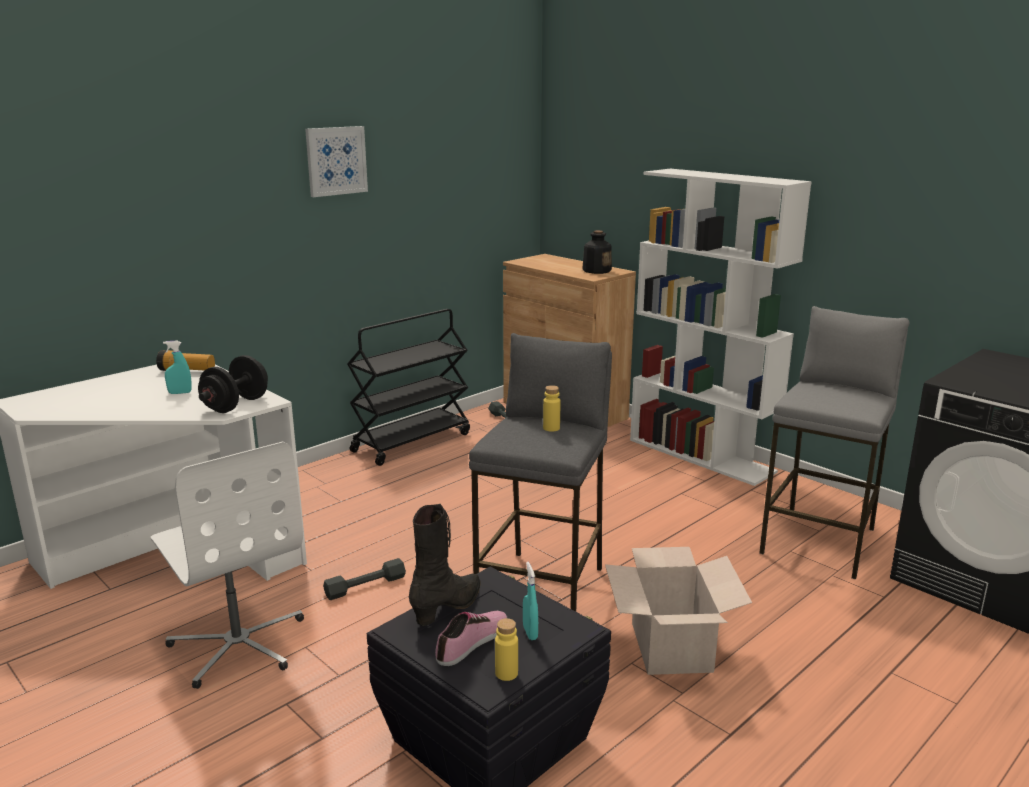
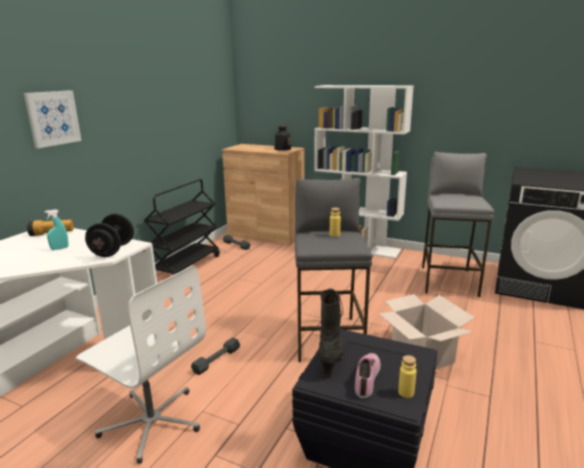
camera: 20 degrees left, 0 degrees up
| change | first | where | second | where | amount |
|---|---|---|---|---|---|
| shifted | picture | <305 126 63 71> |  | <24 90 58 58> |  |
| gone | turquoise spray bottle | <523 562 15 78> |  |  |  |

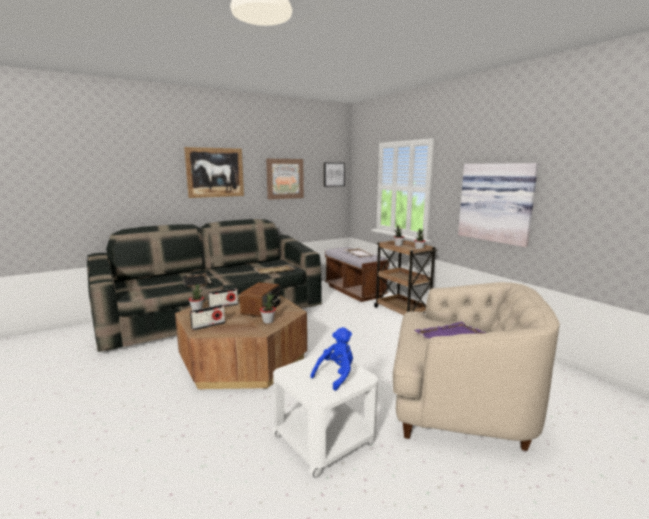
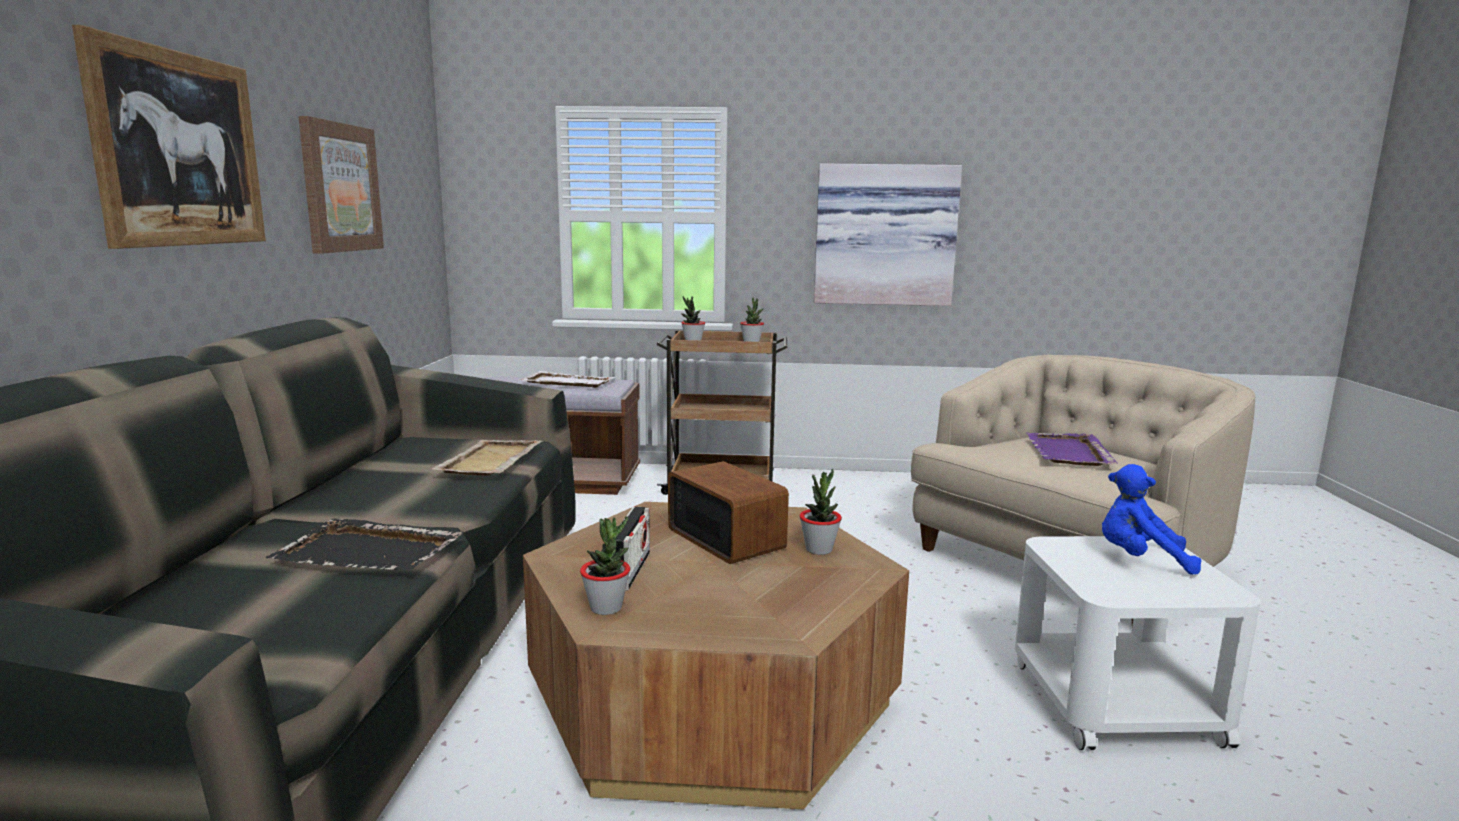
camera: 55 degrees left, 0 degrees up
| change | first | where | second | where | amount |
|---|---|---|---|---|---|
| rotated | blue plush toy | <310 327 43 64> |  | <1102 464 99 111> | 60 degrees counterclockwise |
| gone | radio | <190 305 35 26> |  |  |  |
| gone | picture | <324 163 21 24> |  |  |  |

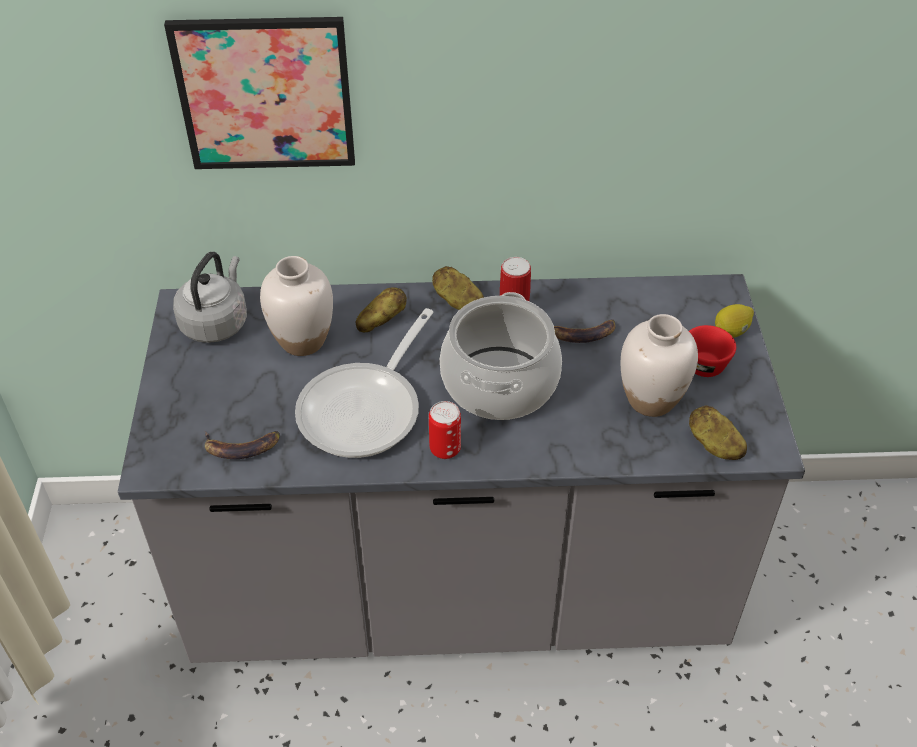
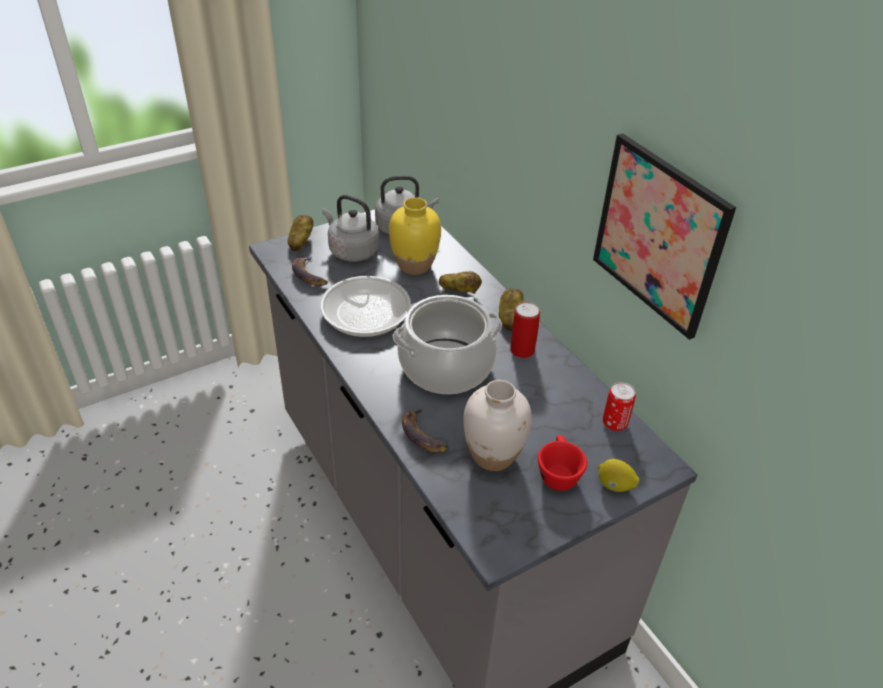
camera: 60 degrees right, 5 degrees down
| change | first | where | second | where | amount |
|---|---|---|---|---|---|
| shifted | potato | <689 405 58 55> |  | <288 215 25 36> |  |
| new |  |  | grey kettle | <322 195 57 67> |  |
| repainted | white vase | <260 256 73 100> | yellow vase | <389 197 52 78> |  |
| shifted | banana | <554 319 62 24> |  | <402 408 47 45> |  |
| shifted | picture | <164 17 191 152> |  | <593 133 143 207> |  |
| shifted | can | <429 401 32 58> |  | <603 382 33 49> |  |

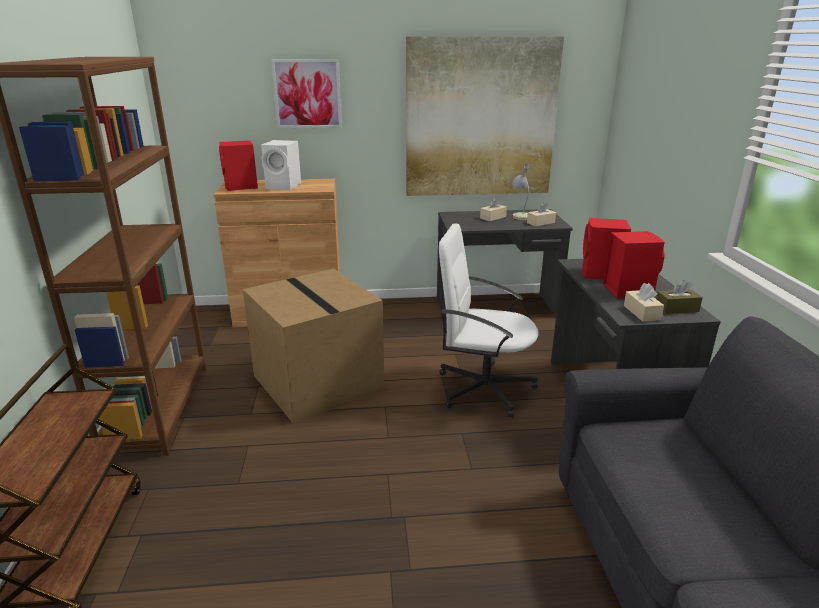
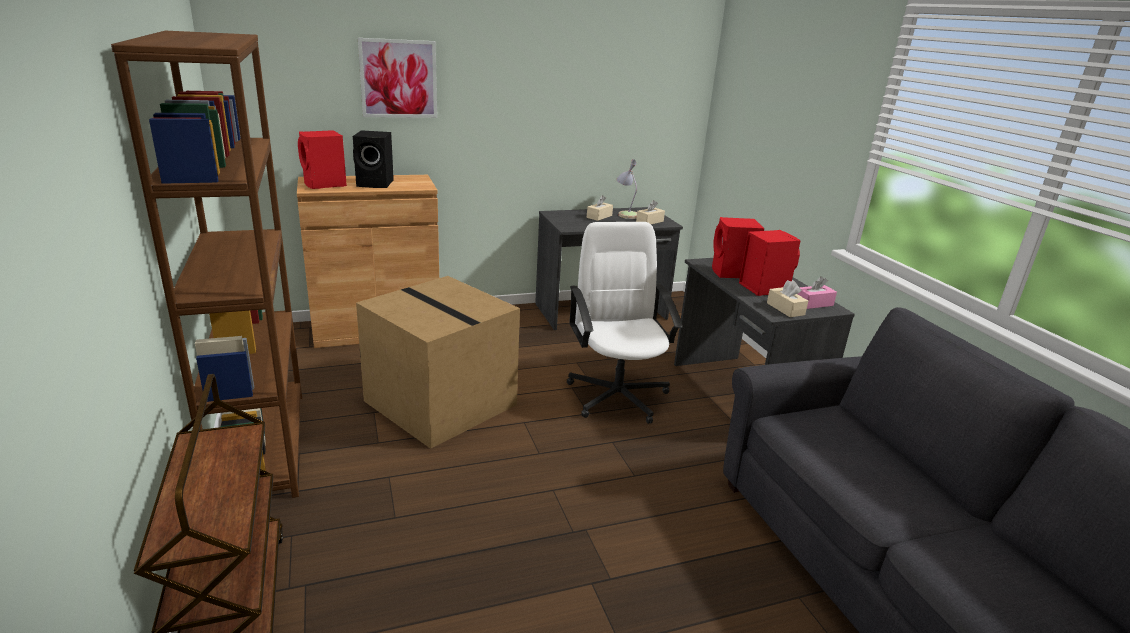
camera: 15 degrees left, 0 degrees up
| change | first | where | second | where | amount |
|---|---|---|---|---|---|
| repainted | white speaker | <261 140 40 50> | black speaker | <353 130 41 58> |  |
| rotated | white office chair | <439 223 100 195> |  | <567 222 116 202> | 75 degrees clockwise |
| repainted | brown tissue box | <656 280 47 34> | pink tissue box | <798 276 39 33> |  |
| gone | picture | <406 36 158 160> |  |  |  |

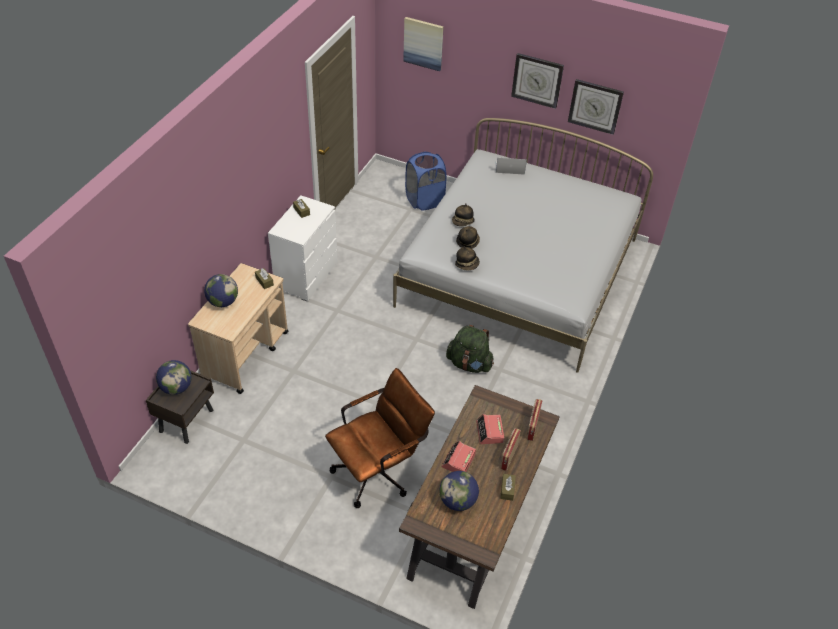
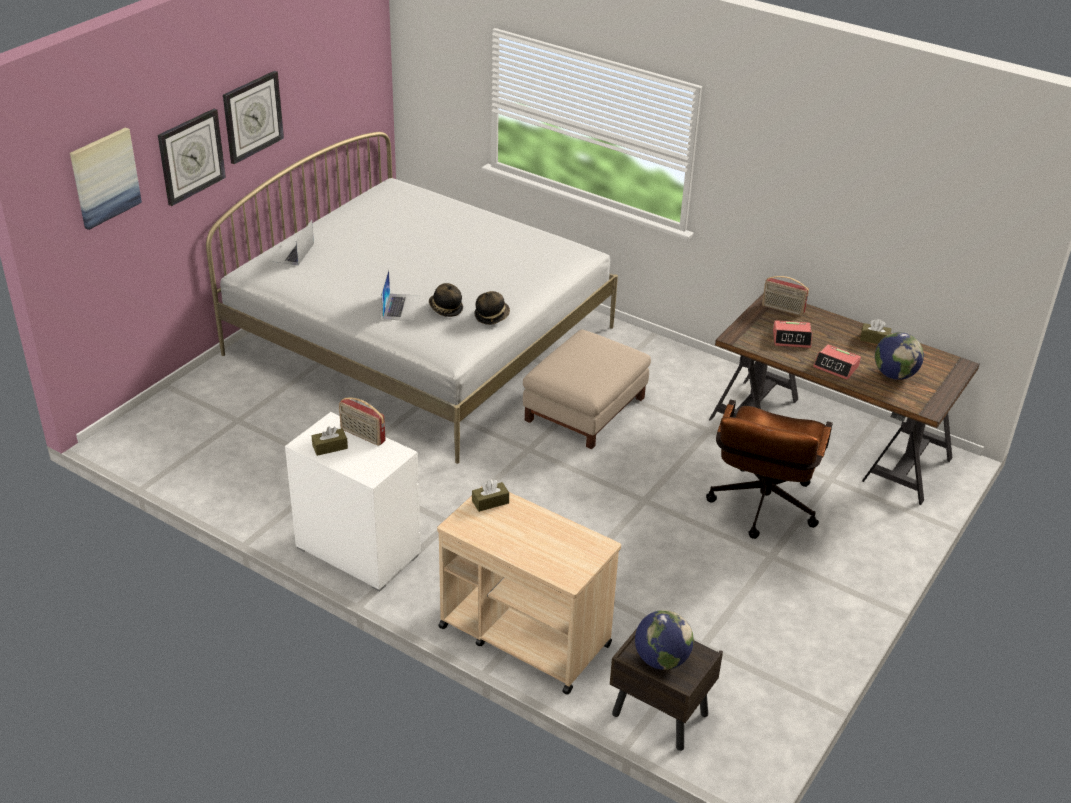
camera: 80 degrees left, 10 degrees down
| change | first | where | second | where | amount |
|---|---|---|---|---|---|
| shifted | wall clock | <568 79 56 56> |  | <158 109 68 97> |  |
| shifted | radio | <500 428 21 43> |  | <339 397 47 49> |  |
| swapped | hat | <452 203 23 23> | laptop | <381 269 40 52> |  |
| swapped | green backpack | <446 325 48 48> | beige ottoman | <523 330 128 119> |  |
| rotated | brown office chair | <325 368 110 140> |  | <706 399 127 140> | 135 degrees counterclockwise |
| gone | globe | <204 274 34 33> |  |  |  |
| gone | blue laundry basket | <405 152 42 59> |  |  |  |

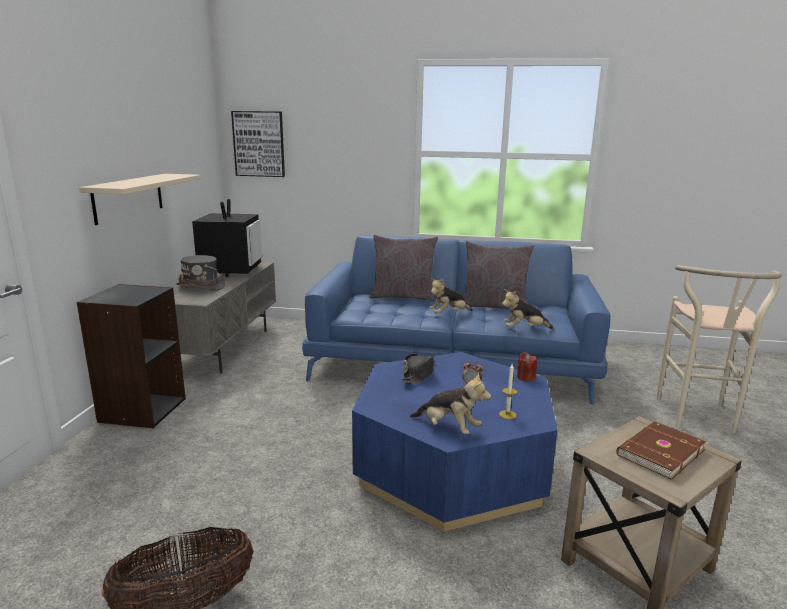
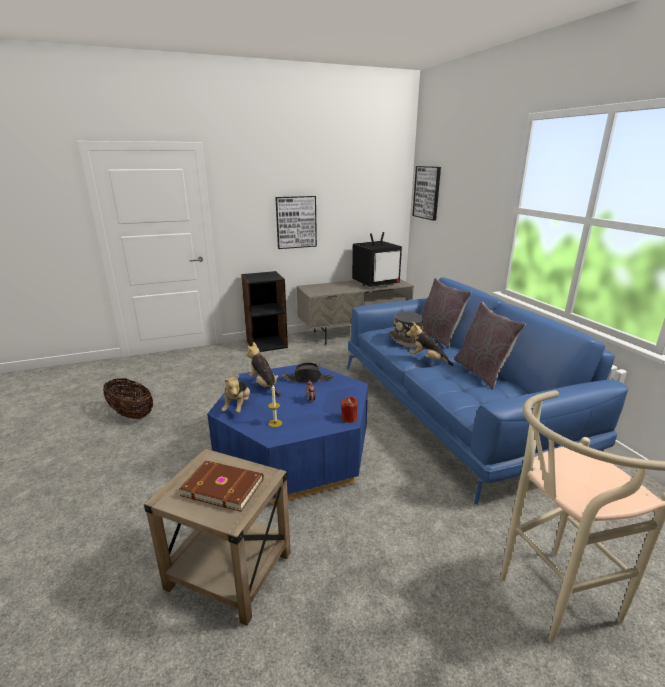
camera: 60 degrees right, 5 degrees up
| change | first | where | second | where | amount |
|---|---|---|---|---|---|
| shifted | plush toy | <502 289 51 40> |  | <246 342 35 55> |  |
| swapped | beige shelf | <79 174 122 51> | picture | <275 196 42 53> |  |
| shifted | grey hat | <176 255 49 36> |  | <389 312 38 37> |  |

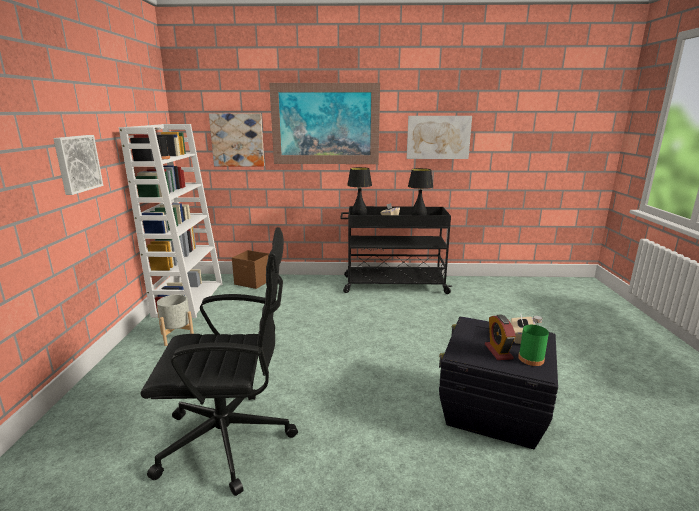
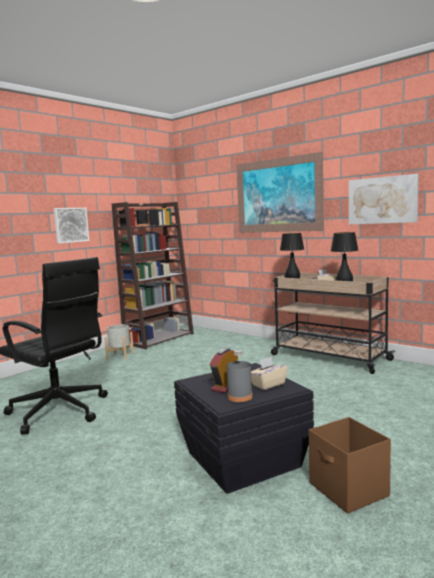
camera: 40 degrees right, 10 degrees down
| change | first | where | second | where | amount |
|---|---|---|---|---|---|
| repainted | white bookcase | <119 124 104 194> | brown bookcase | <112 202 82 147> |  |
| repainted | green bottle | <518 316 31 50> | grey bottle | <227 350 26 52> |  |
| repainted | black cart | <340 206 112 88> | beige cart | <271 272 124 102> |  |
| shifted | brown storage box | <232 250 37 39> |  | <309 417 82 97> |  |
| gone | picture | <209 113 56 54> |  |  |  |

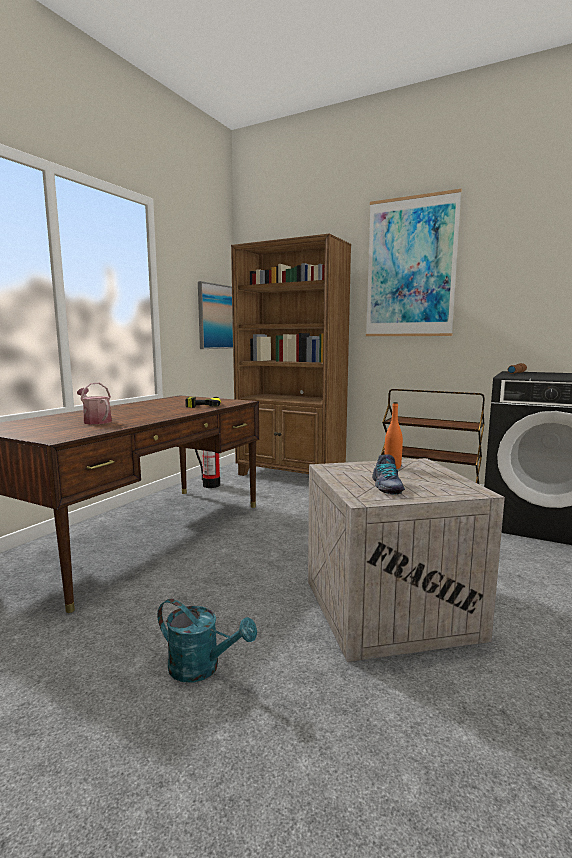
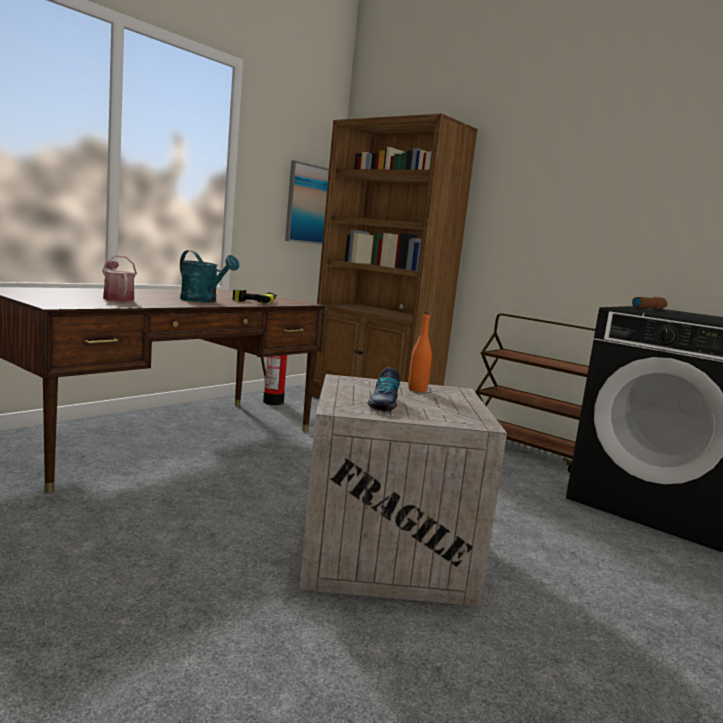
camera: 10 degrees right, 0 degrees up
| change | first | where | second | where | amount |
|---|---|---|---|---|---|
| shifted | turquoise watering can | <158 599 99 84> |  | <180 250 59 53> |  |
| gone | picture | <366 189 96 147> |  |  |  |

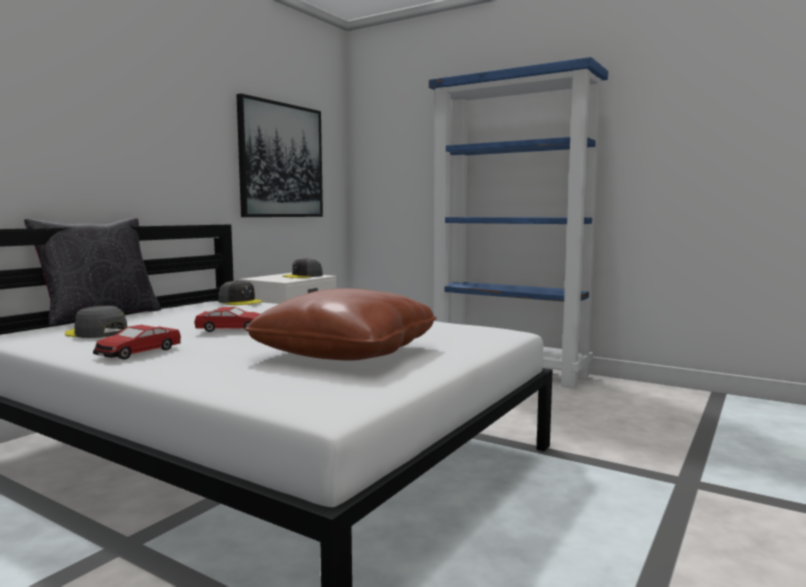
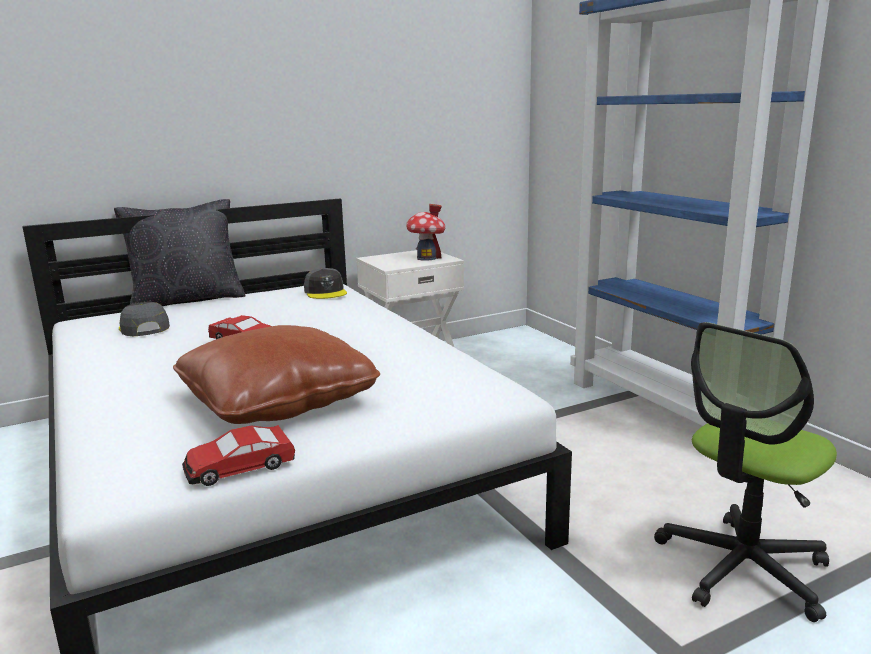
camera: 30 degrees right, 10 degrees up
| change | first | where | second | where | amount |
|---|---|---|---|---|---|
| shifted | toy car | <93 325 88 35> |  | <182 425 113 61> |  |
| swapped | grey cap | <283 258 40 20> | toy house | <406 204 40 57> |  |
| new |  |  | office chair | <654 322 183 300> |  |
| gone | picture | <236 93 87 124> |  |  |  |

